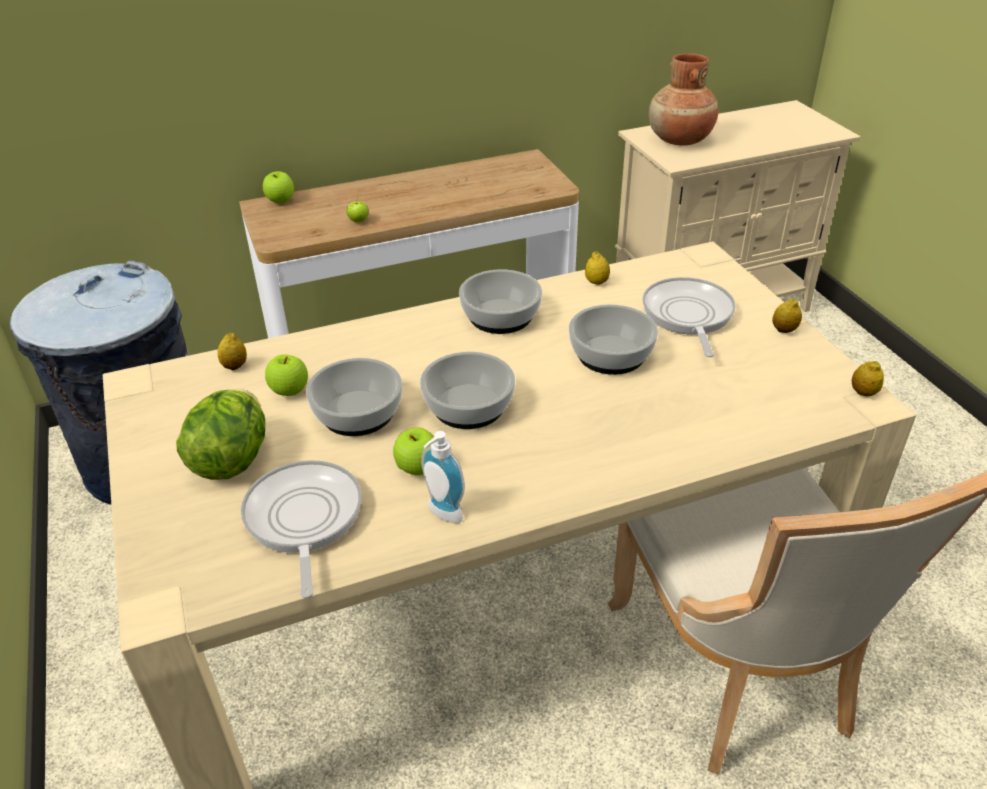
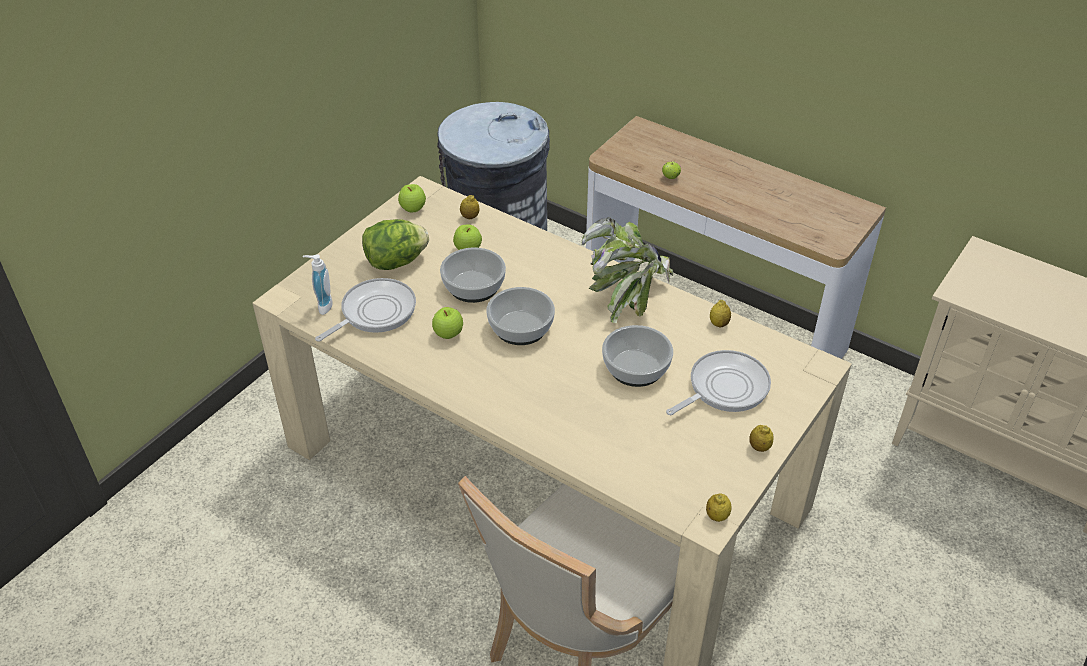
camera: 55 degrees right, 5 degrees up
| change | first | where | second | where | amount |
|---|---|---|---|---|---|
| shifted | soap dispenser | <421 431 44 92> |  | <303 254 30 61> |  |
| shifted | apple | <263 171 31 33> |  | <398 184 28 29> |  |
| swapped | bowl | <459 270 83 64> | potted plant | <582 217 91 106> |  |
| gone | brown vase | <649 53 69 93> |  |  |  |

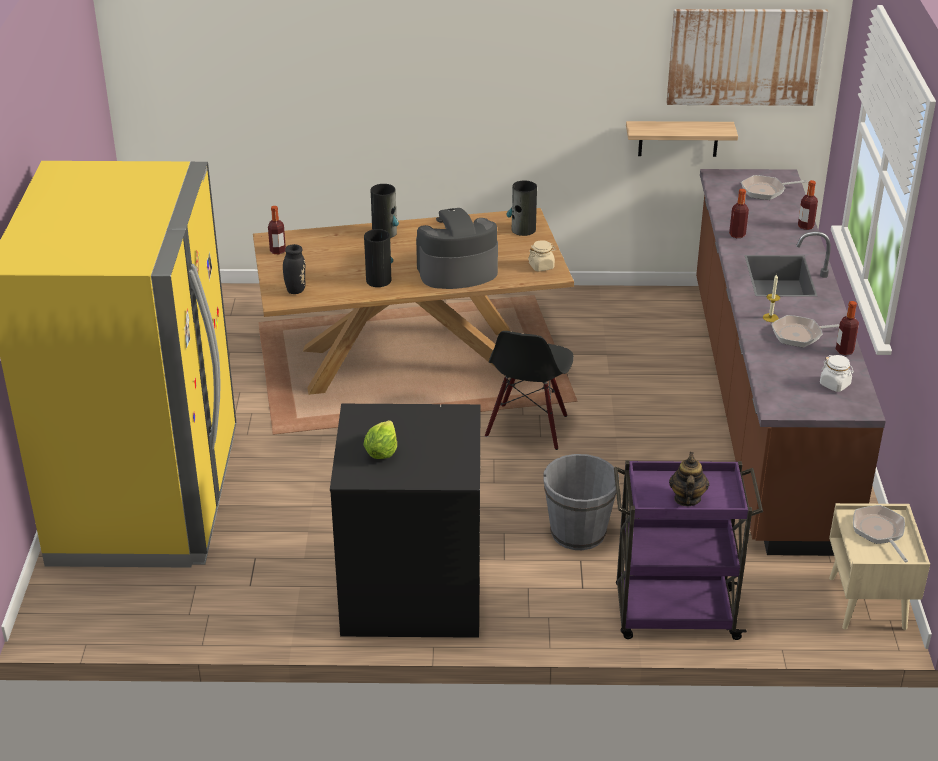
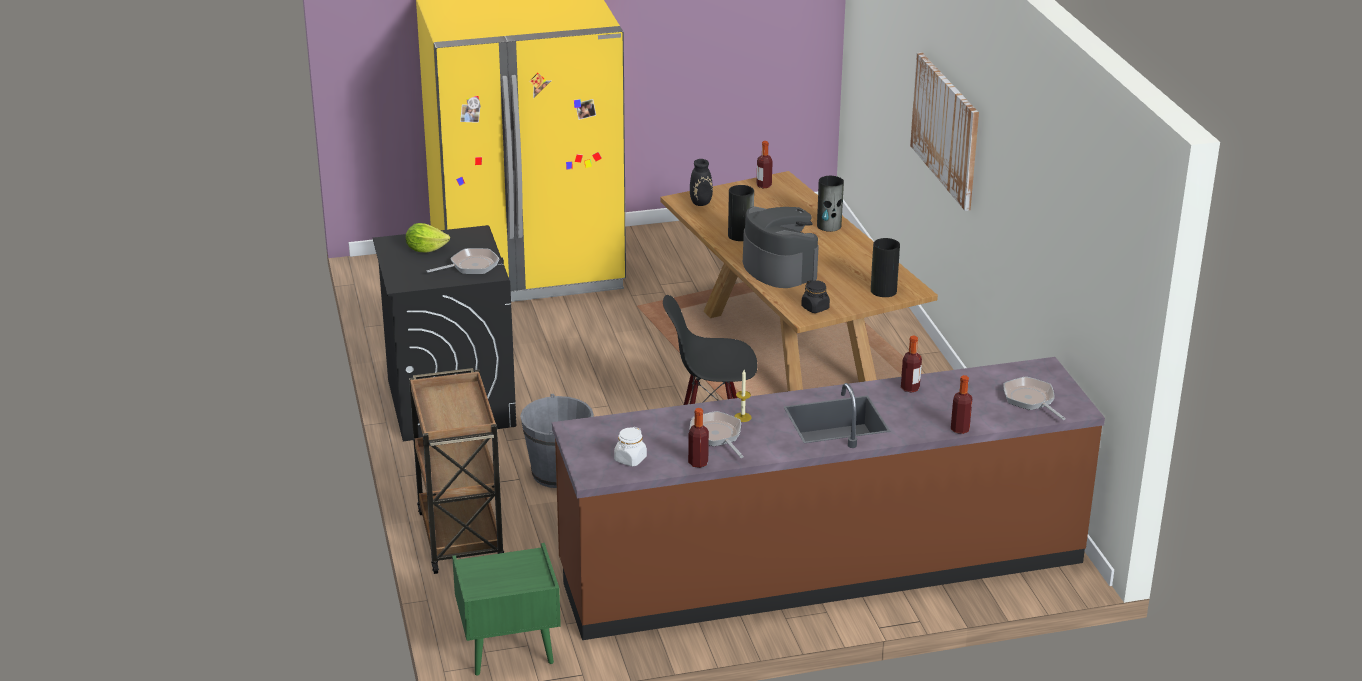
camera: 75 degrees right, 5 degrees down
| change | first | where | second | where | amount |
|---|---|---|---|---|---|
| repainted | purple cart | <614 460 149 180> | brown cart | <409 368 95 206> |  |
| shifted | frying pan | <853 505 55 57> |  | <427 248 72 26> |  |
| repainted | beige nightstand | <829 503 101 127> | green nightstand | <452 543 109 133> |  |
| repainted | beige jar | <528 240 28 32> | black jar | <801 280 29 33> |  |
| shifted | picture | <666 9 162 97> |  | <910 52 69 159> |  |
| gone | shelf | <626 121 112 36> |  |  |  |
| gone | teapot | <669 452 40 54> |  |  |  |

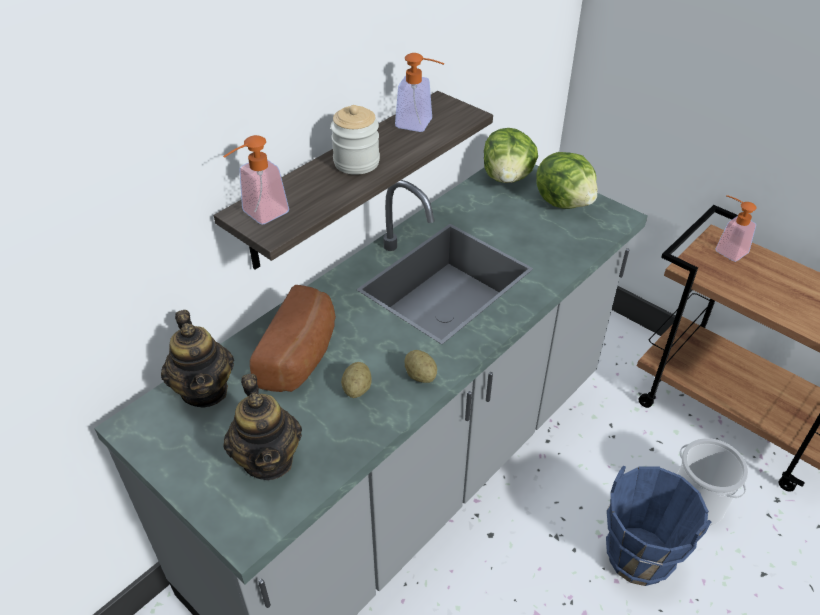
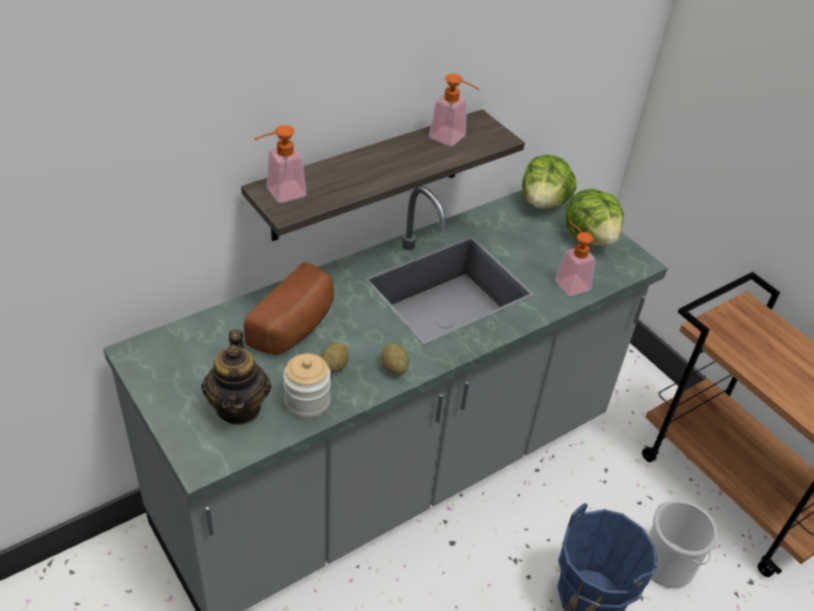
camera: 10 degrees right, 0 degrees up
| change | first | where | second | where | amount |
|---|---|---|---|---|---|
| shifted | jar | <330 105 50 70> |  | <283 354 48 65> |  |
| shifted | soap dispenser | <715 195 42 67> |  | <555 221 40 75> |  |
| gone | teapot | <161 310 73 97> |  |  |  |

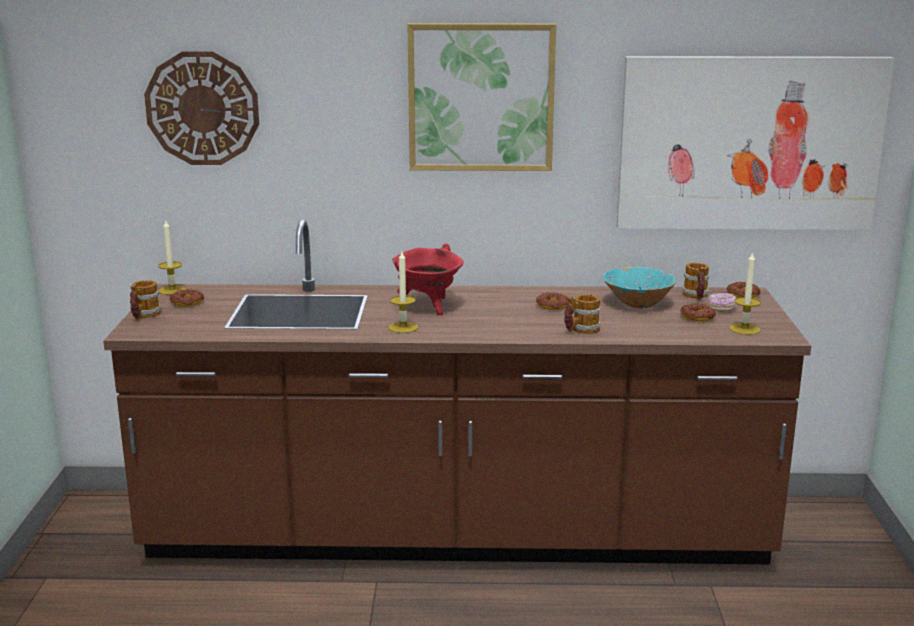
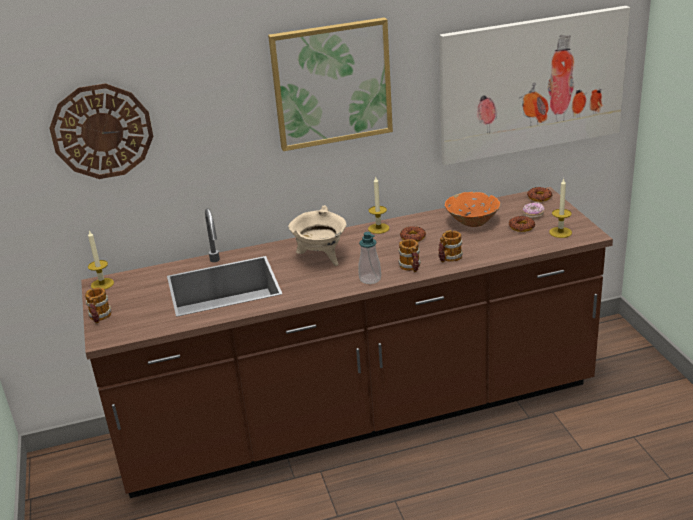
camera: 15 degrees left, 10 degrees up
| change | first | where | second | where | amount |
|---|---|---|---|---|---|
| repainted | red cooking pot | <392 244 71 71> | beige cooking pot | <288 205 58 61> |  |
| new |  |  | soap dispenser | <359 232 22 52> |  |
| shifted | candle | <389 252 29 81> |  | <368 177 21 57> |  |
| shifted | mug | <682 263 27 36> |  | <398 239 23 33> |  |
| repainted | turquoise bowl | <603 267 73 41> | orange bowl | <445 192 56 35> |  |
| gone | donut | <170 289 34 18> |  |  |  |

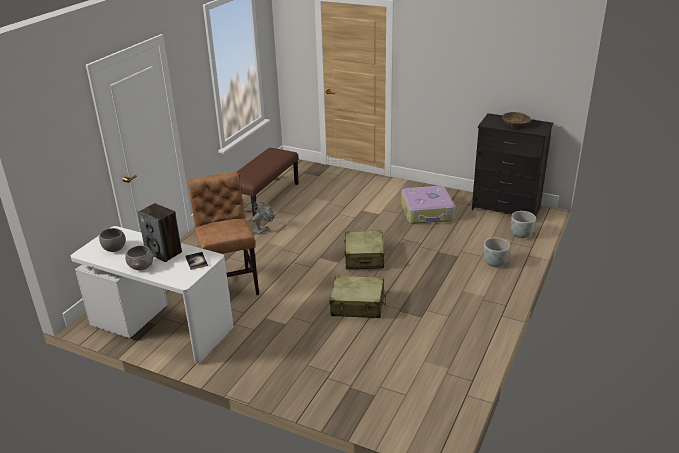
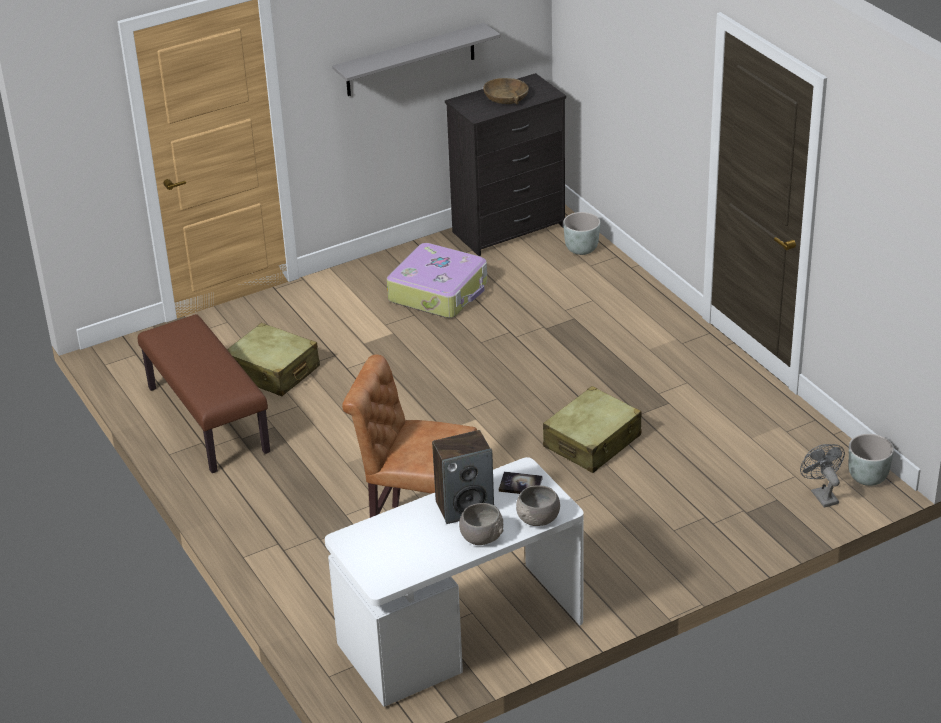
camera: 55 degrees left, 5 degrees up
| change | first | where | second | where | amount |
|---|---|---|---|---|---|
| shifted | beige suitcase | <344 230 40 39> |  | <227 323 93 73> |  |
| new |  |  | grey shelf | <332 23 168 73> |  |
| shifted | grey bowl | <99 228 27 24> |  | <516 485 44 41> |  |
| shifted | grey fan | <252 201 21 34> |  | <800 444 45 64> |  |
| shifted | grey planter | <484 238 26 29> |  | <849 434 45 52> |  |

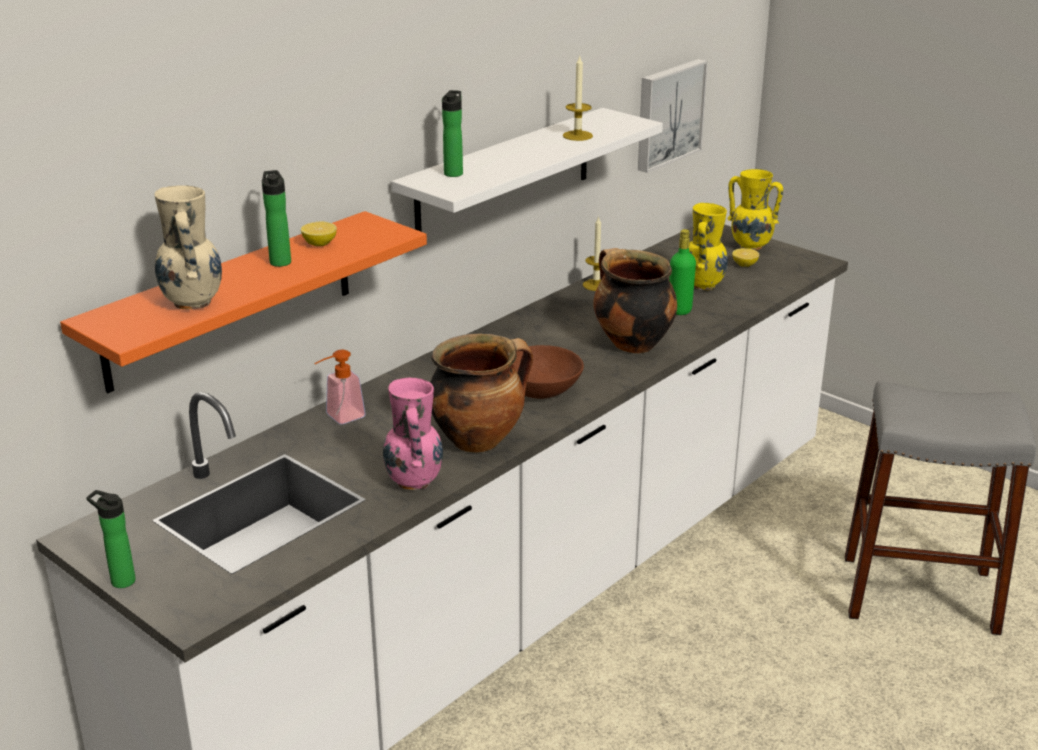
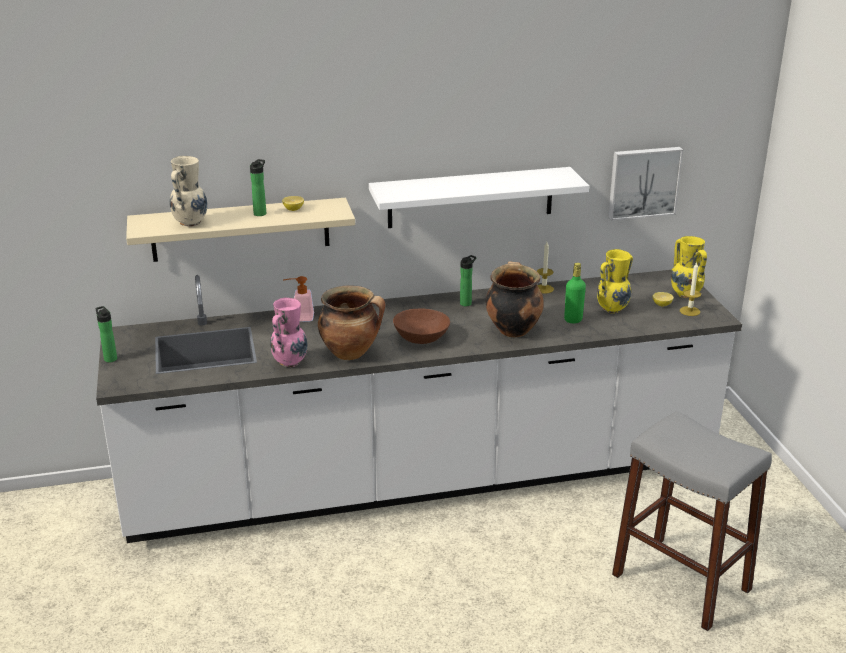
camera: 35 degrees right, 0 degrees up
| change | first | where | second | where | amount |
|---|---|---|---|---|---|
| repainted | orange shelf | <60 211 367 182> | beige shelf | <126 198 229 64> |  |
| shifted | bottle | <442 90 21 87> |  | <460 255 16 51> |  |
| shifted | candle | <563 55 30 86> |  | <680 262 21 54> |  |

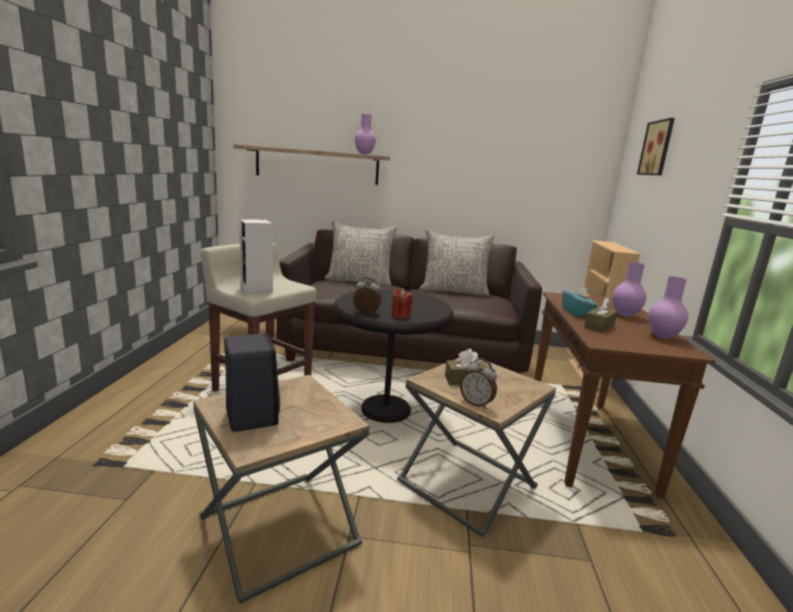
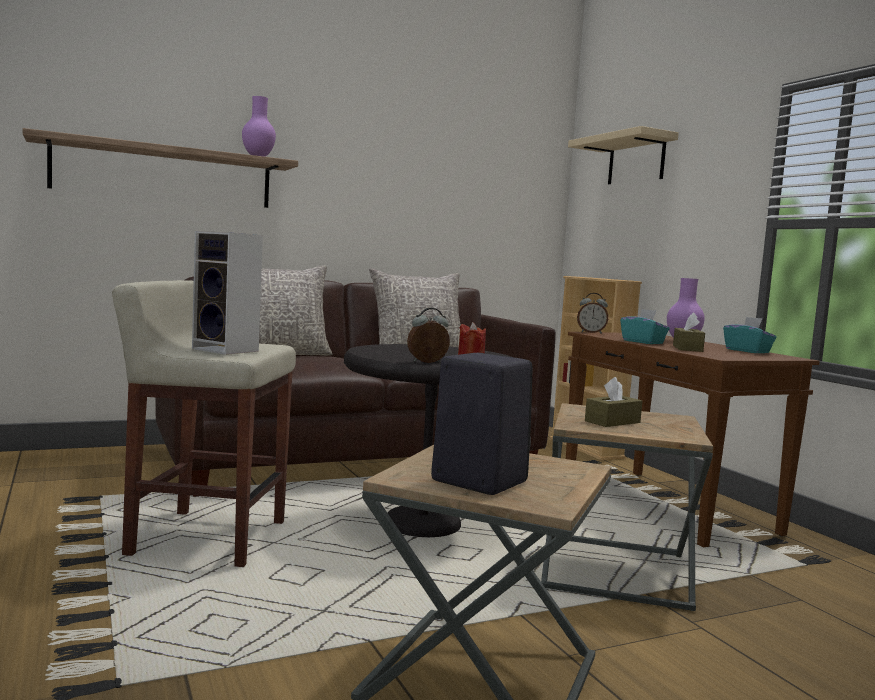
camera: 30 degrees left, 10 degrees down
| change | first | where | second | where | amount |
|---|---|---|---|---|---|
| swapped | picture | <637 118 38 57> | beige shelf | <568 126 111 58> |  |
| shifted | alarm clock | <460 359 37 50> |  | <577 293 31 41> |  |
| swapped | purple vase | <648 276 40 63> | turquoise tissue box | <723 317 53 36> |  |

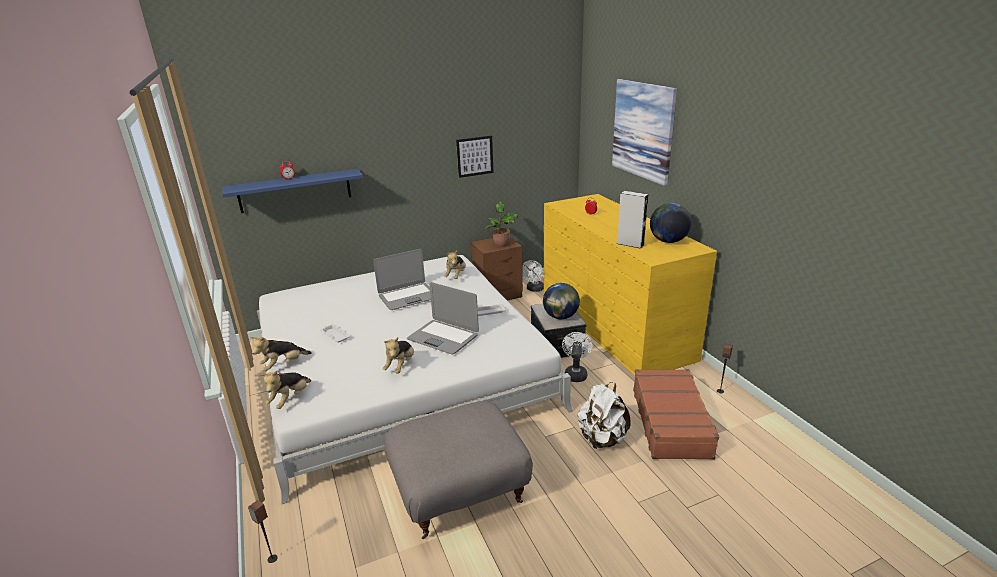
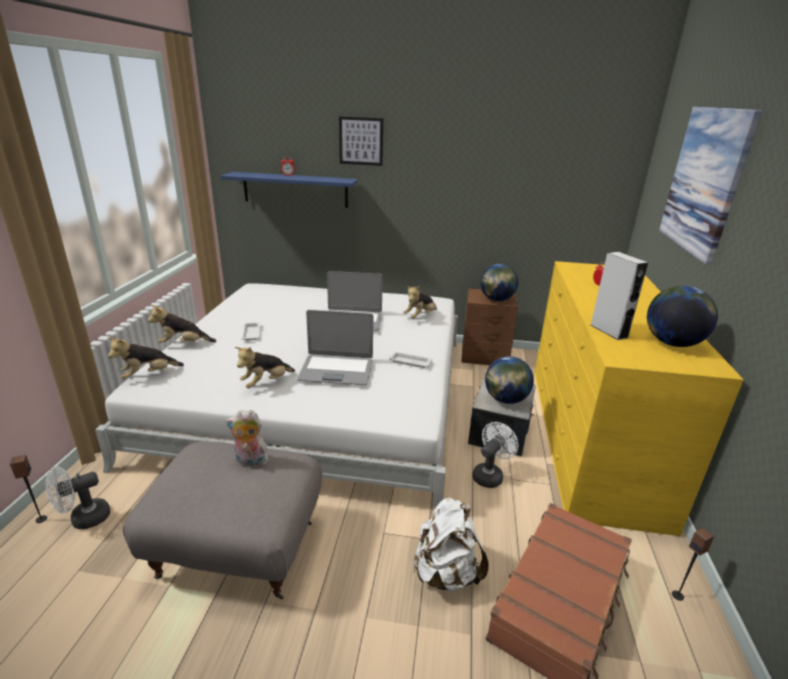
camera: 30 degrees right, 0 degrees up
| change | first | where | second | where | amount |
|---|---|---|---|---|---|
| shifted | white fan | <522 260 22 32> |  | <45 466 65 63> |  |
| new |  |  | plush toy | <225 410 45 58> |  |
| rotated | laptop | <407 282 72 72> |  | <297 310 76 75> | 60 degrees counterclockwise |
| shifted | picture | <456 136 38 42> |  | <339 116 44 50> |  |
| swapped | potted plant | <484 202 34 45> | globe | <480 264 38 37> |  |

